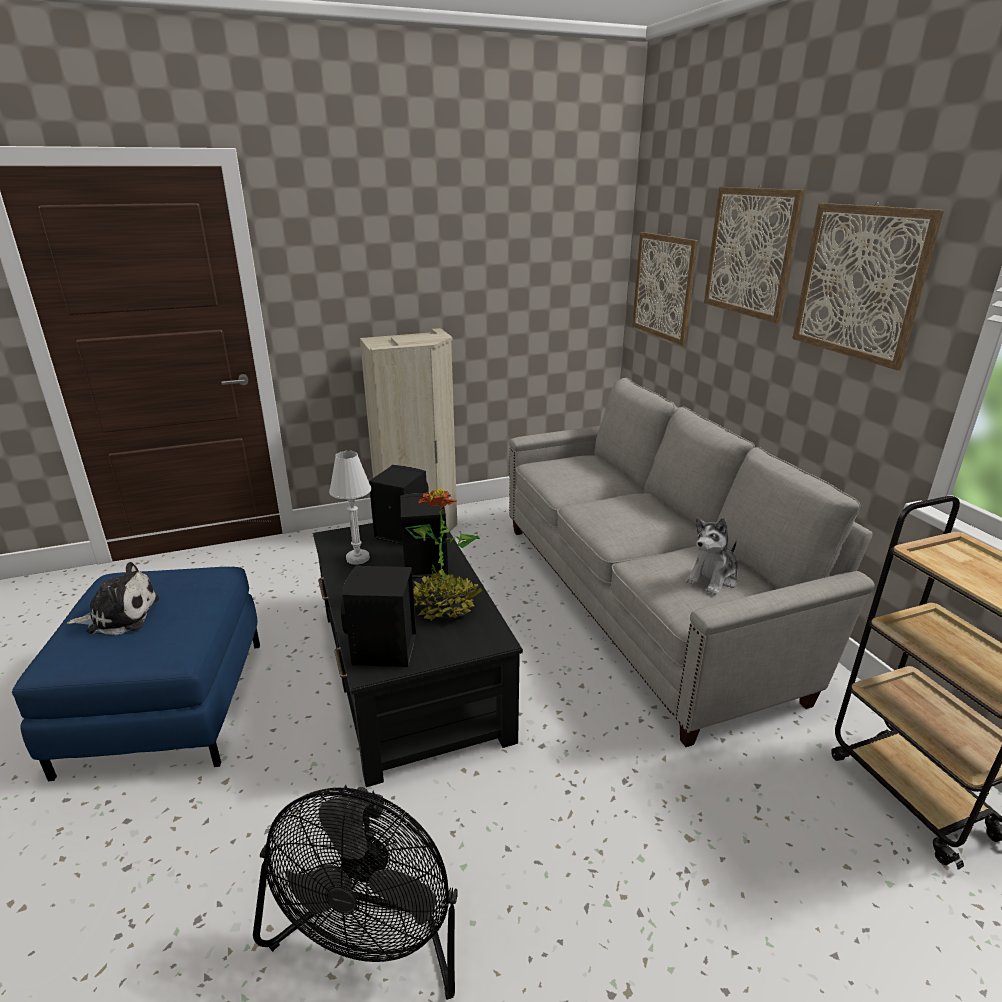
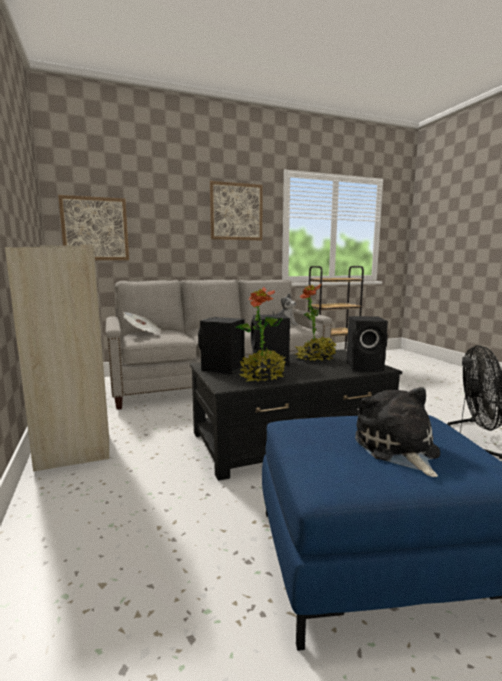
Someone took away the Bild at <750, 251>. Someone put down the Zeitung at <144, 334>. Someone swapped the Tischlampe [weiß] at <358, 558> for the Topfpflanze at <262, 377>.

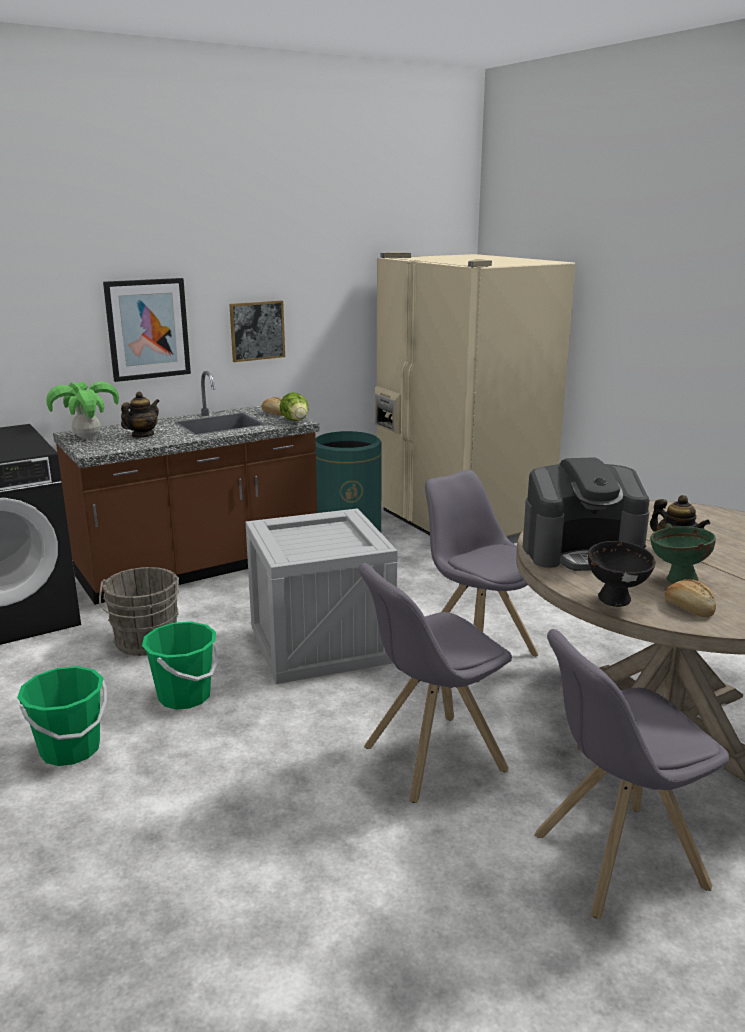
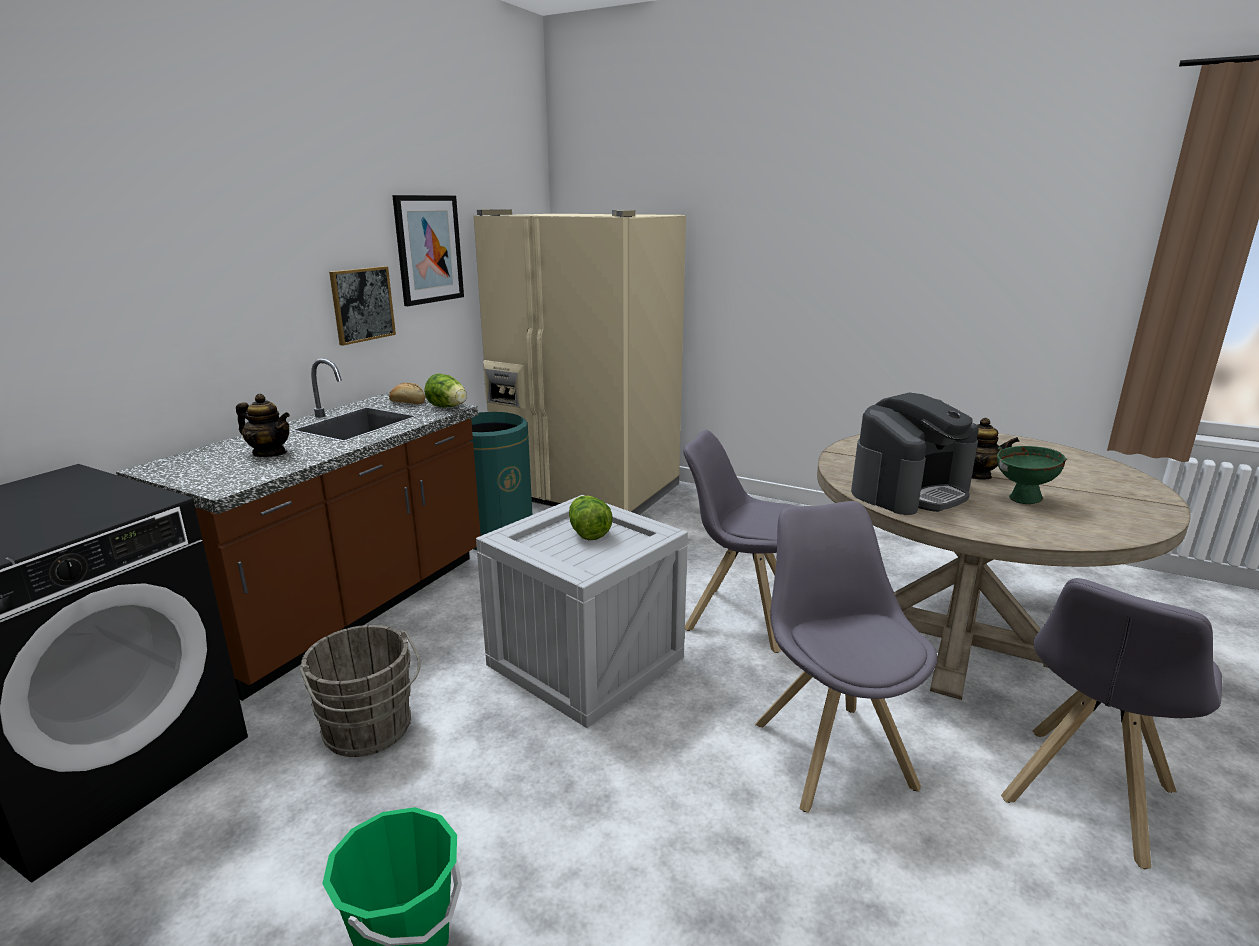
Someone took away the Topfpflanze at <87, 437>. Someone took away the Eimer [grün] at <185, 696>. Someone took away the Schüssel [schwarz] at <616, 601>. Someone took away the Brot at <689, 608>. Someone put down the Salatkopf at <588, 533>. Someone carried the Bild from <147, 329> to <428, 249>. Someone rotated the Teekanne at <142, 435> by 105 degrees clockwise. Someone rotated the Stuhl [grau] at <432, 757> by 135 degrees clockwise.

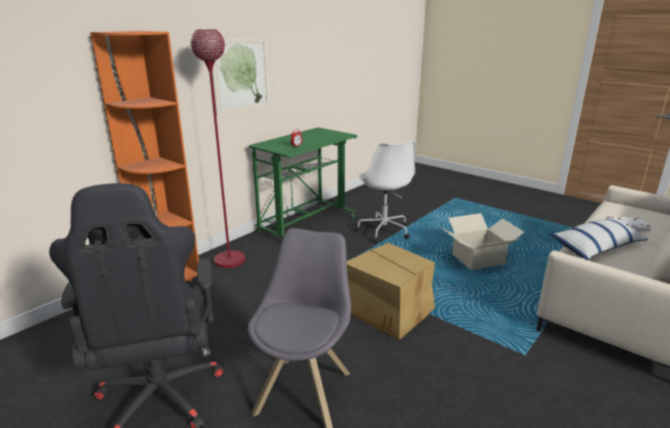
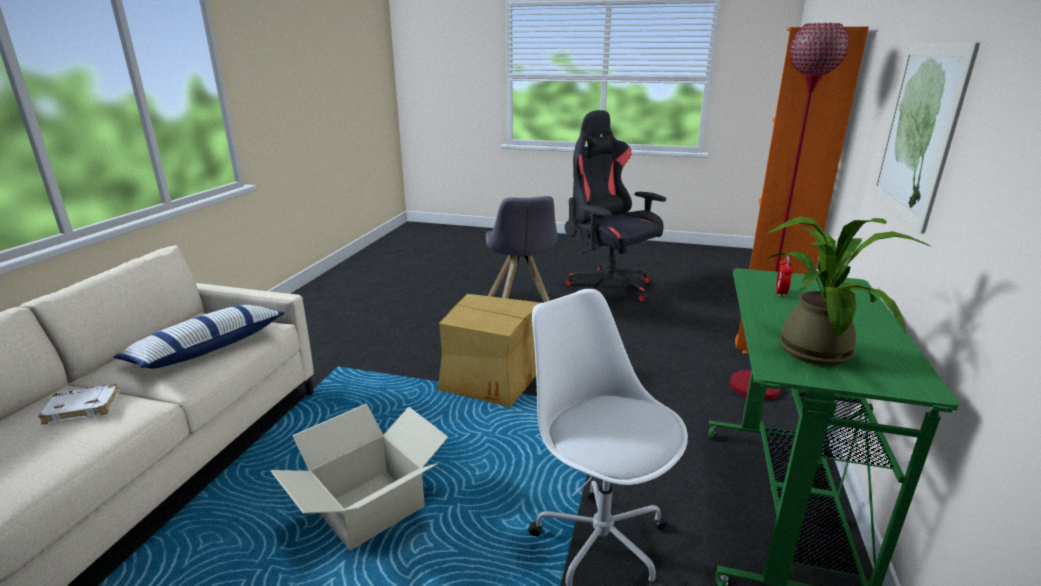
Someone put down the Topfpflanze at <813, 347>.

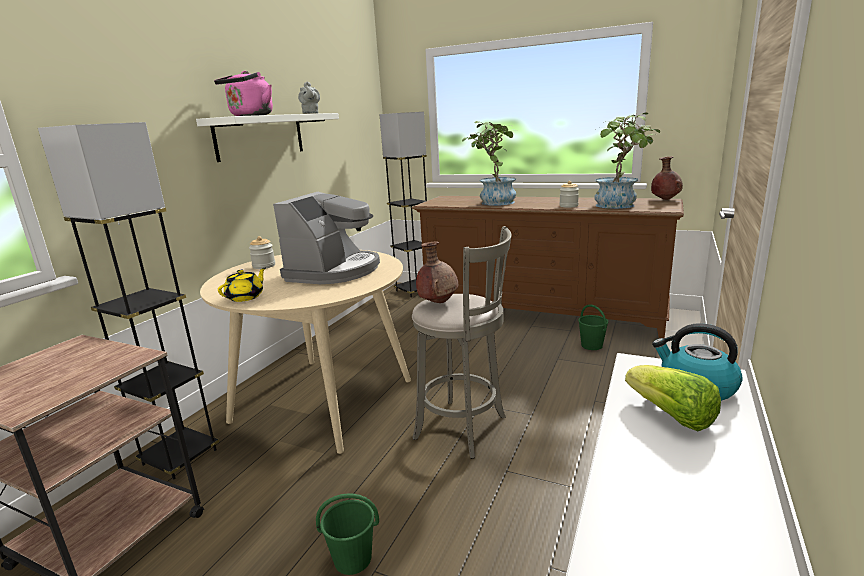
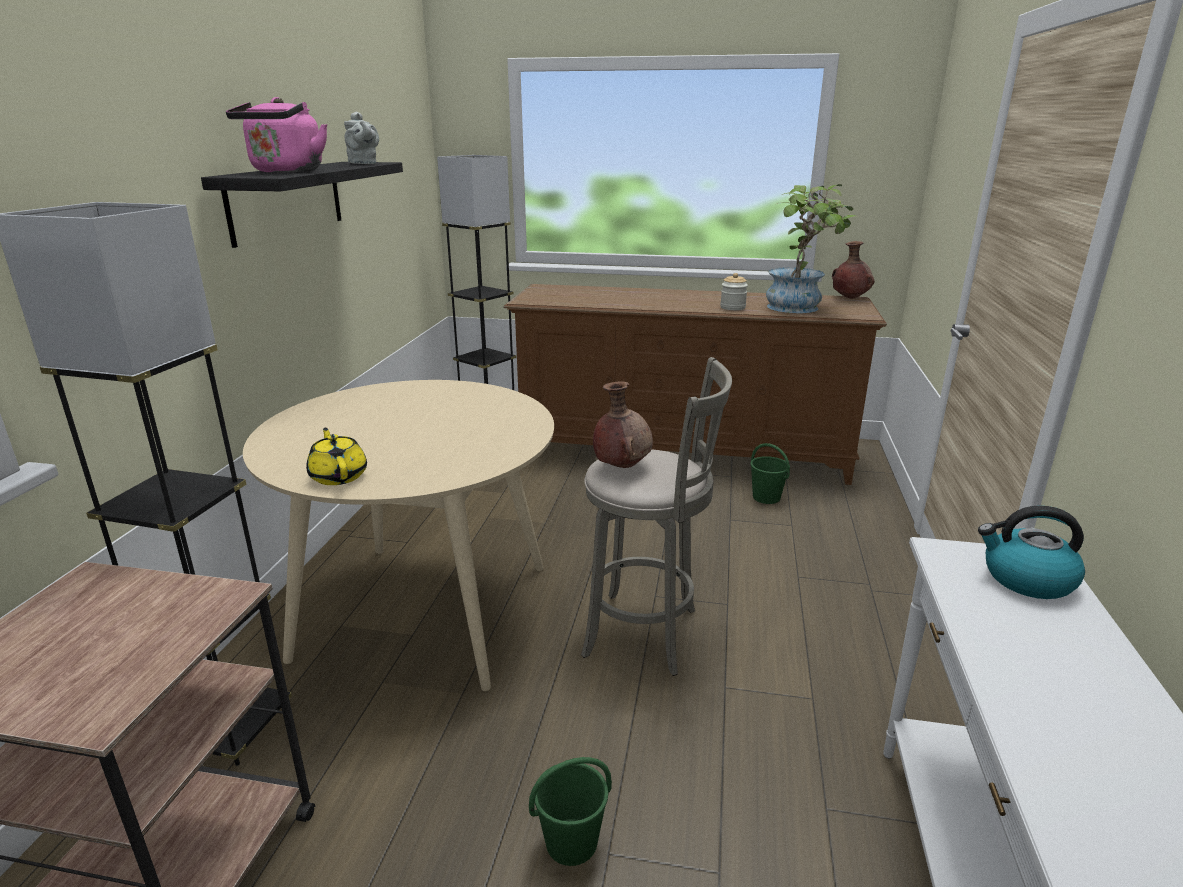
Someone took away the Vorratsglas at <264, 266>. Someone took away the Kaffeemaschine at <334, 271>. Someone took away the Topfpflanze at <493, 202>. Someone took away the Salatkopf at <671, 416>. Someone repainted the Wandregal [weiß] at <260, 136>, which became the Wandregal [schwarz] at <287, 200>. Someone rotated the Teekanne [gelb] at <246, 297> by 45 degrees counterclockwise.

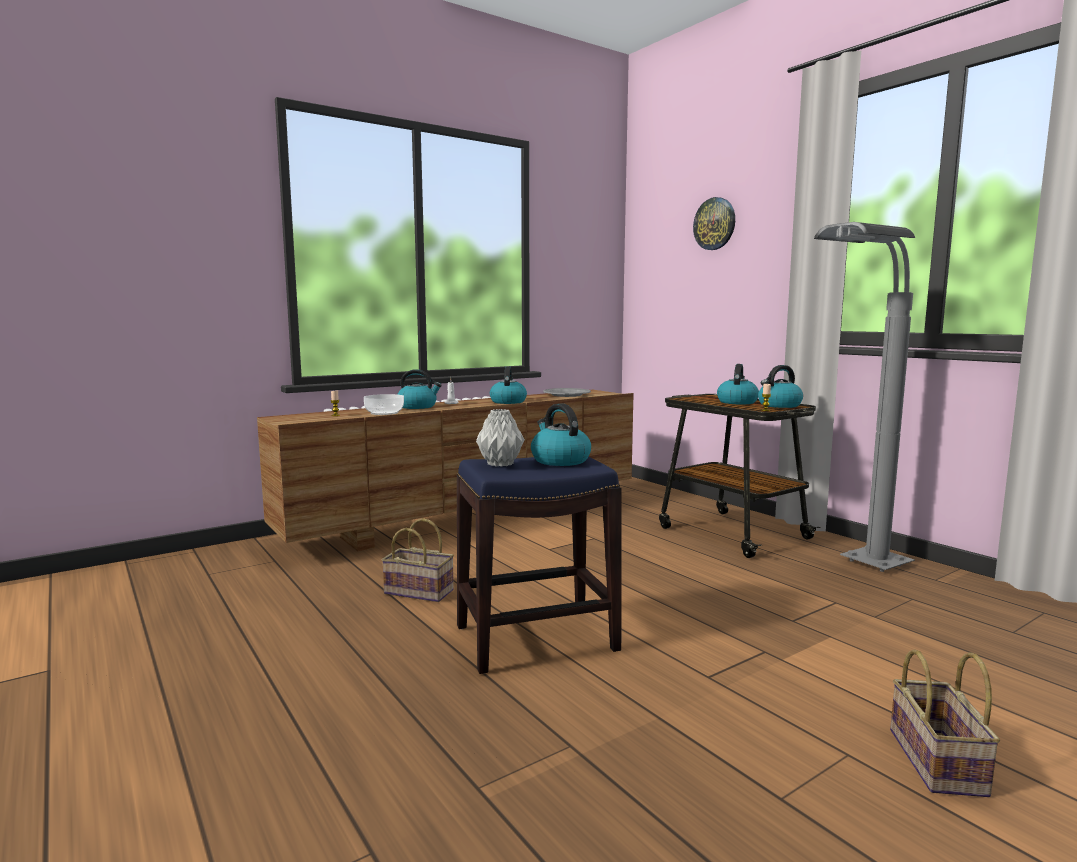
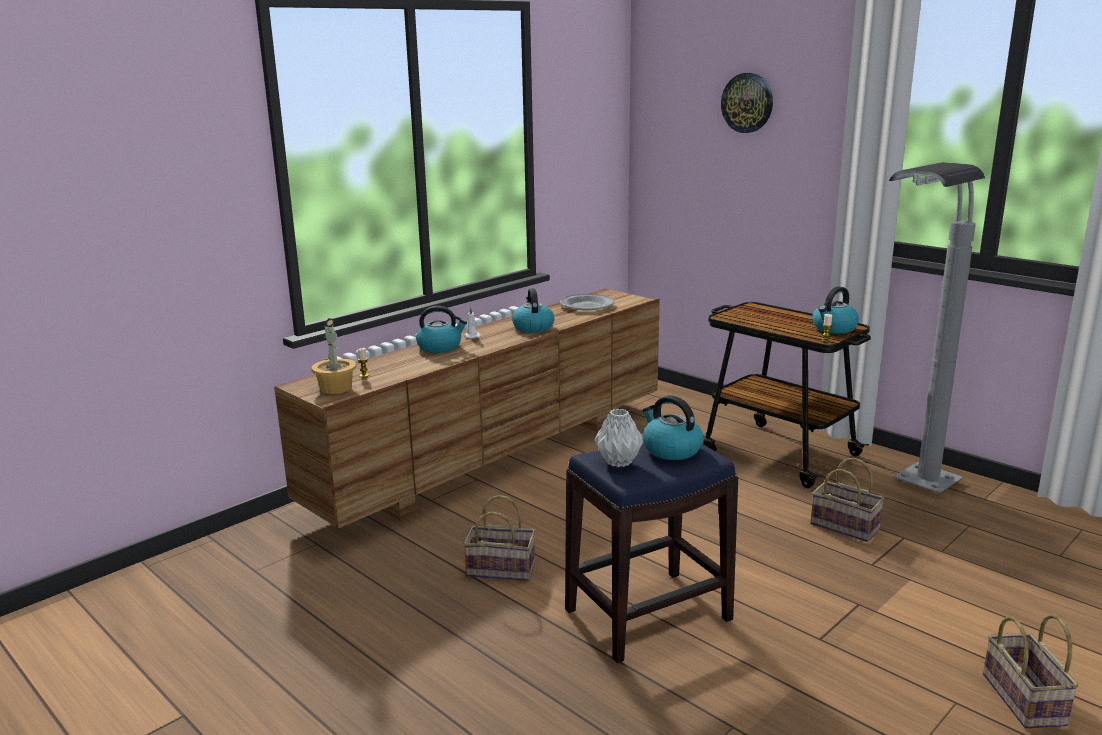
Someone took away the Schüssel at <384, 413>. Someone took away the Wasserkessel at <737, 402>. Someone put down the Topfpflanze at <336, 388>. Someone put down the Korb at <846, 526>.

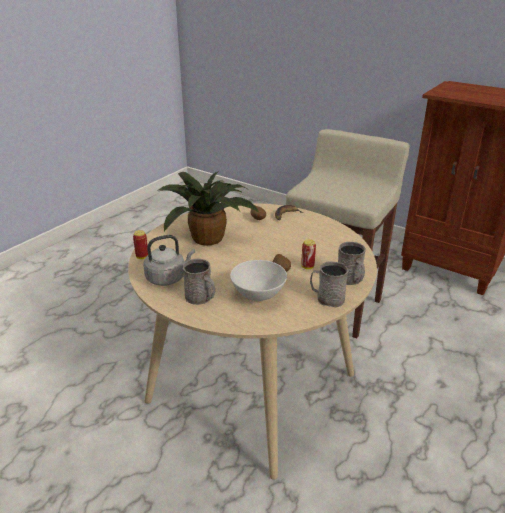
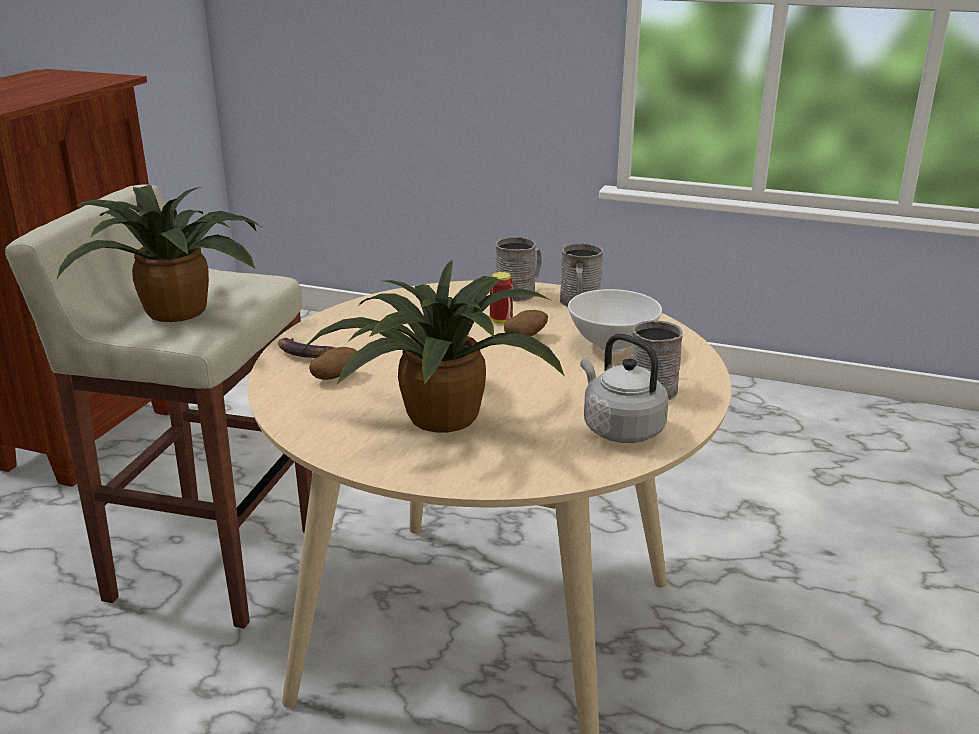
Someone took away the Dose at <142, 257>. Someone put down the Topfpflanze at <179, 309>.

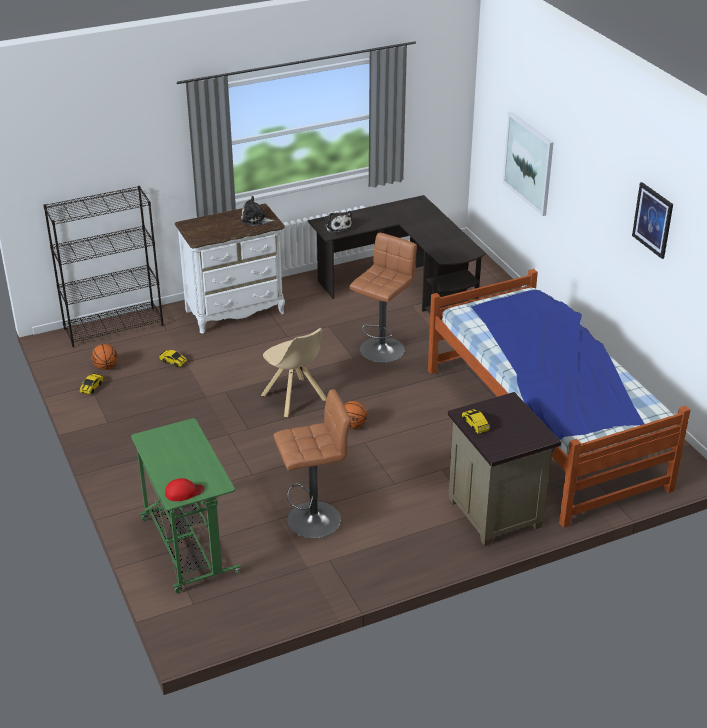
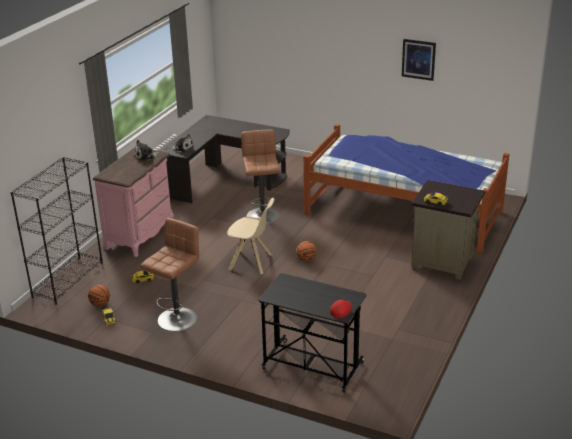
Someone took away the Bild at <528, 163>. Someone carried the Hocker [braun] from <314, 520> to <178, 319>. Someone repainted the Schreibtisch [grün] at <189, 546>, which became the Schreibtisch [schwarz] at <312, 366>. Someone repainted the Kommode [weiß] at <236, 312>, which became the Kommode [rosa] at <141, 236>.

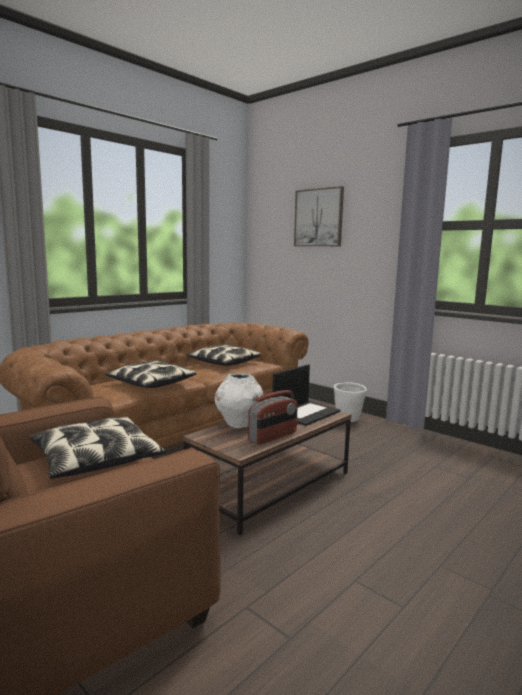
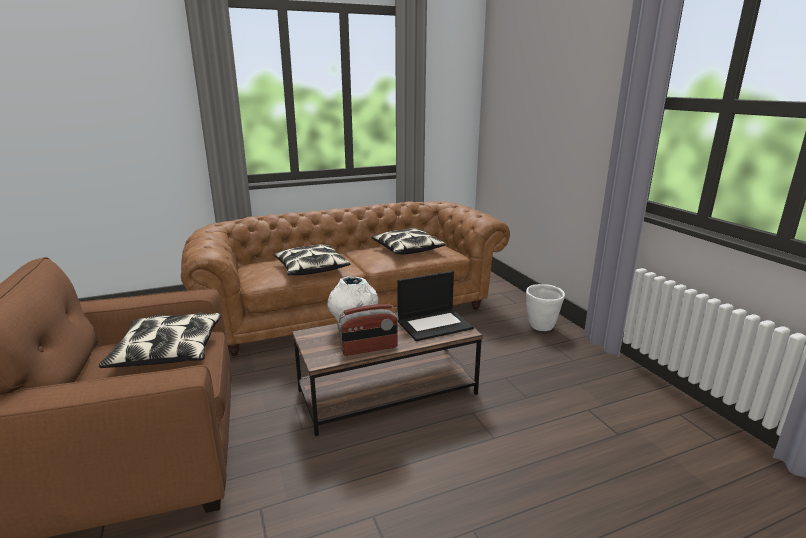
Someone took away the Bild at <318, 217>.

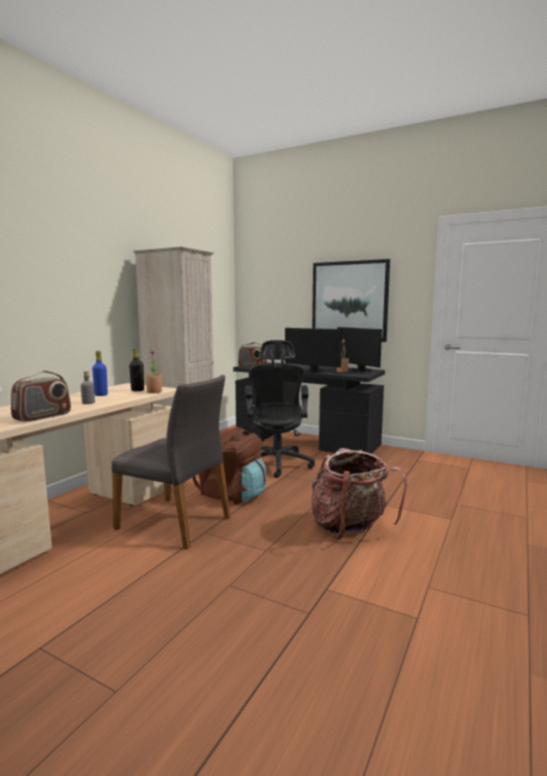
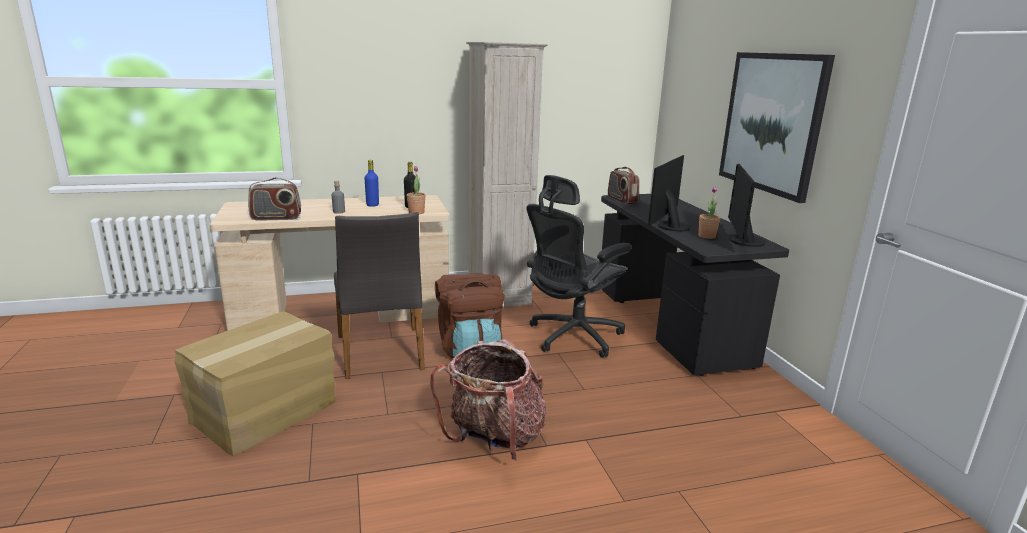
Someone put down the Karton at <265, 412>. Someone rotated the Monitor at <314, 371> by 45 degrees clockwise.

